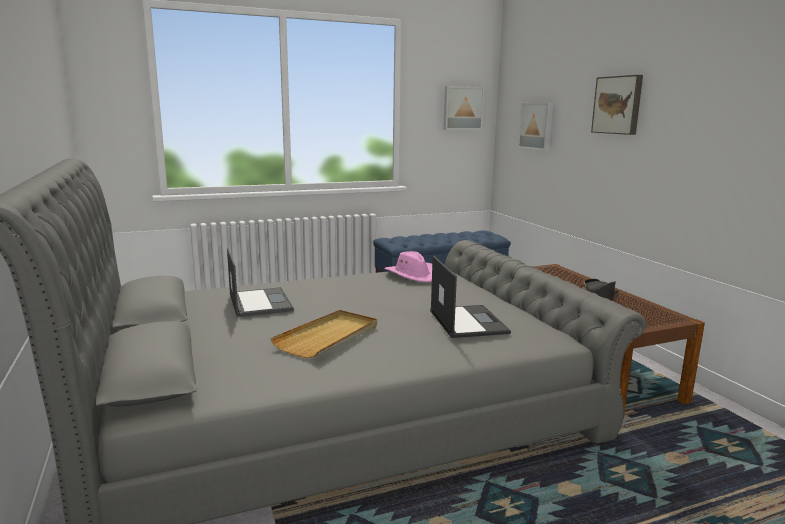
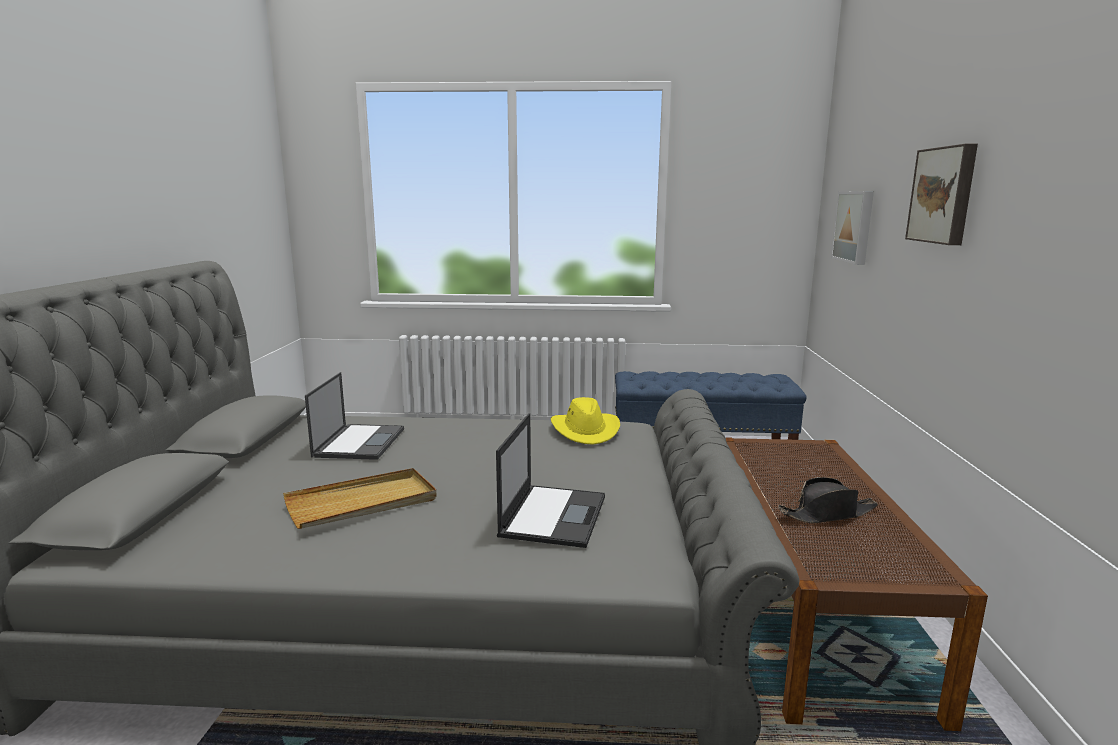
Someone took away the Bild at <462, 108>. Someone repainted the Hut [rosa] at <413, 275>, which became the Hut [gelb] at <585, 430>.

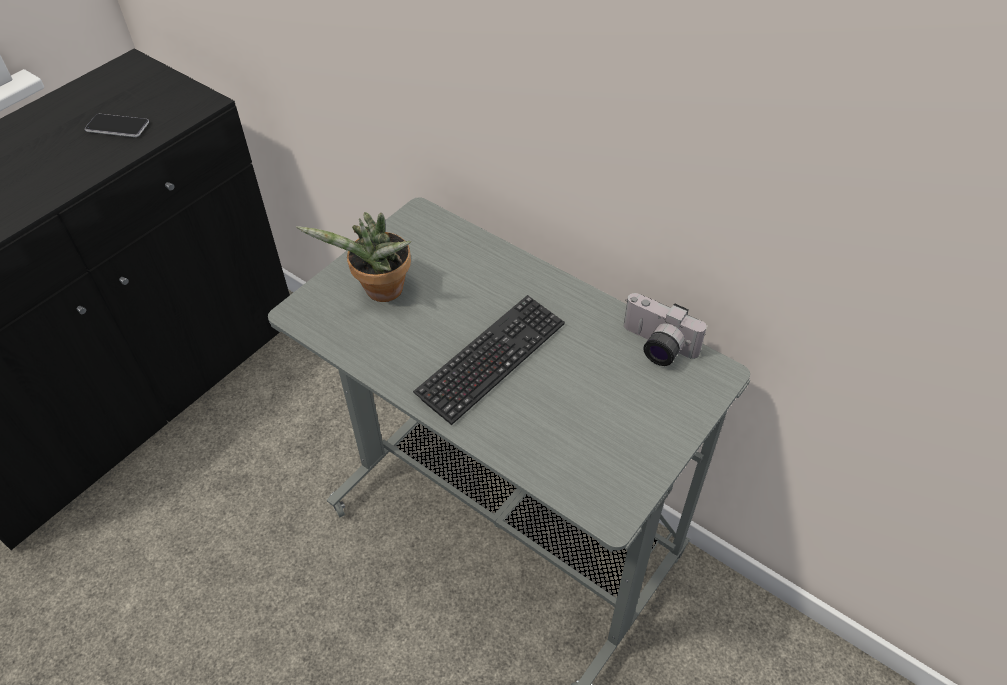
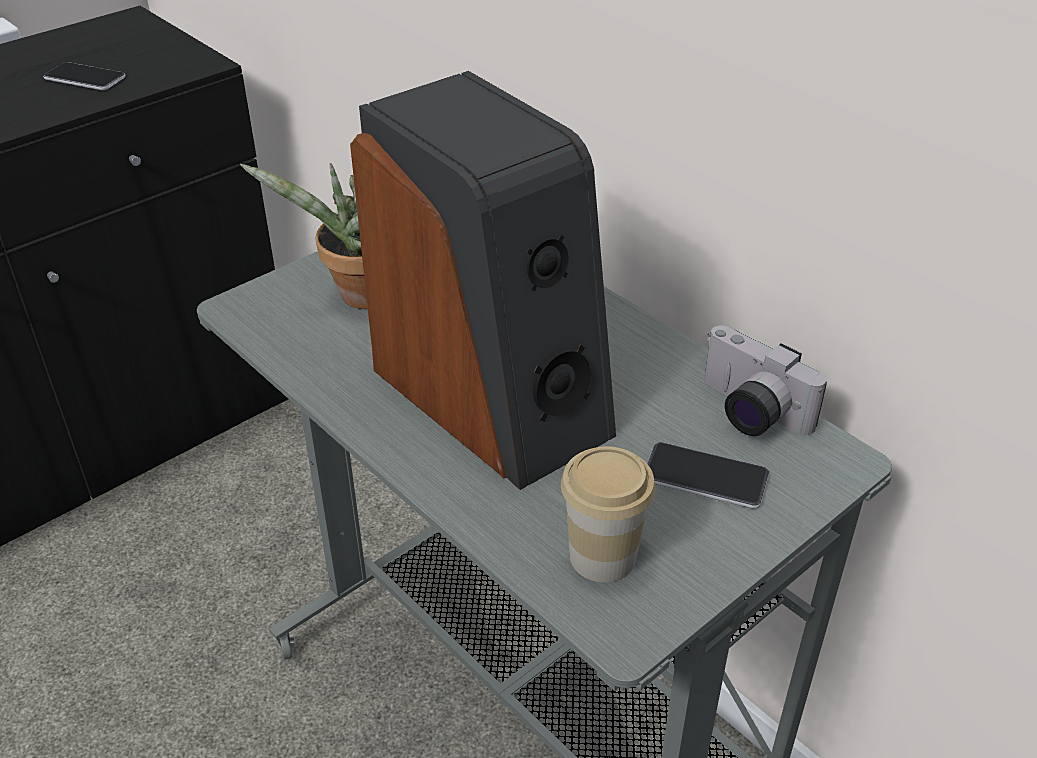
Someone put down the Tasse at <602, 556>. Someone put down the Handy at <705, 477>. Someone swapped the Tastatur at <491, 359> for the Lautsprecher at <494, 397>.

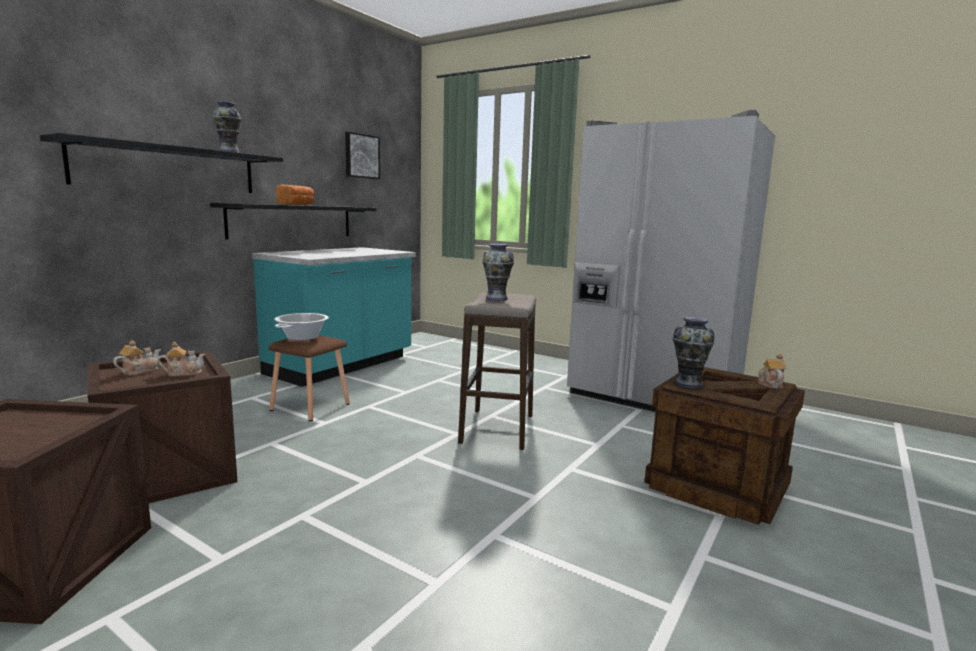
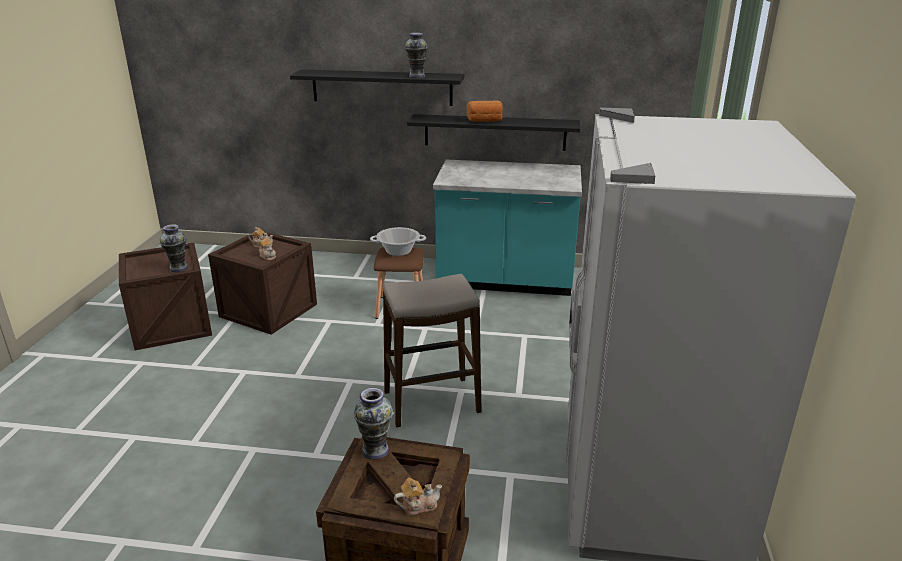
Someone took away the Bild at <361, 156>. Someone carried the Vase from <496, 299> to <179, 268>.

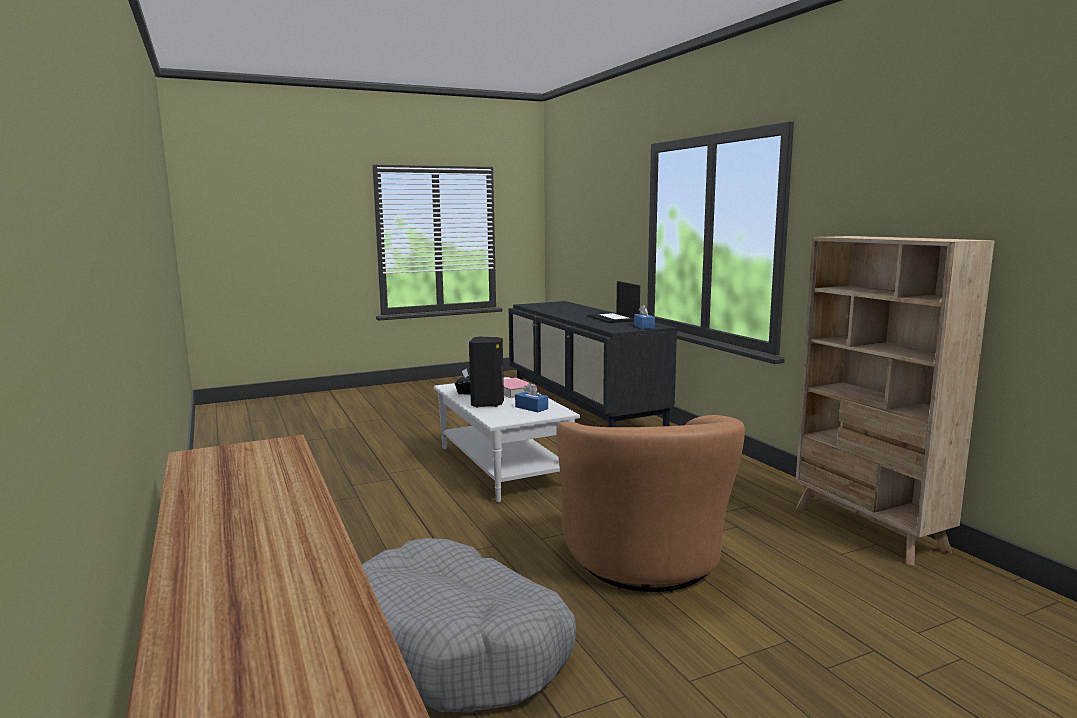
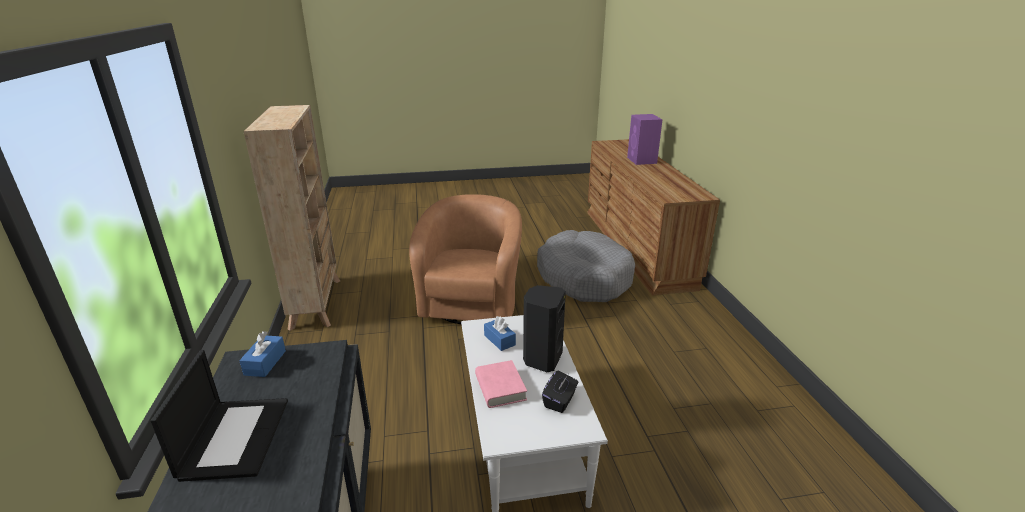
Someone put down the Lautsprecher [lila] at <642, 160>.

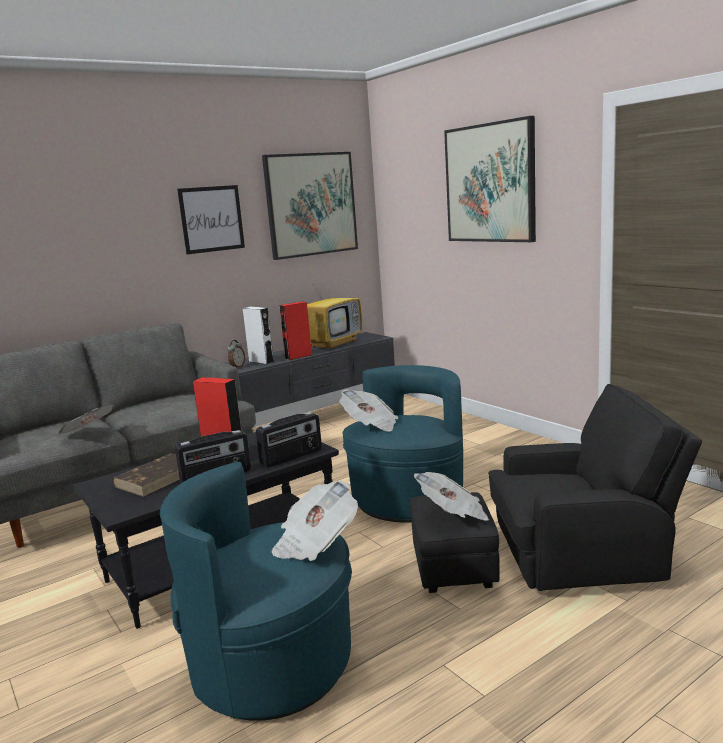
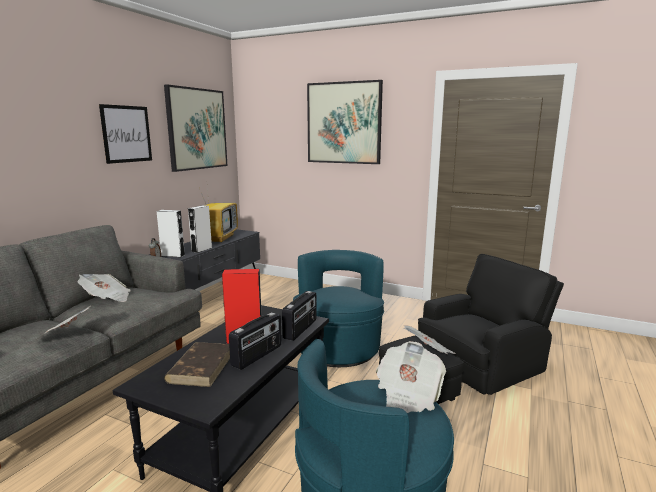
Someone carried the Zeitung from <370, 425> to <107, 298>. Someone repainted the Lautsprecher [rot] at <298, 357>, which became the Lautsprecher [weiß] at <201, 249>.

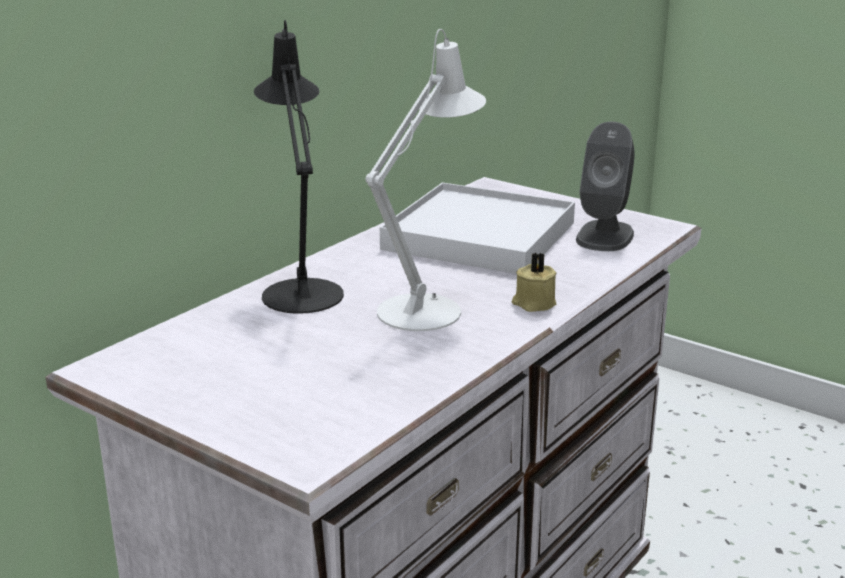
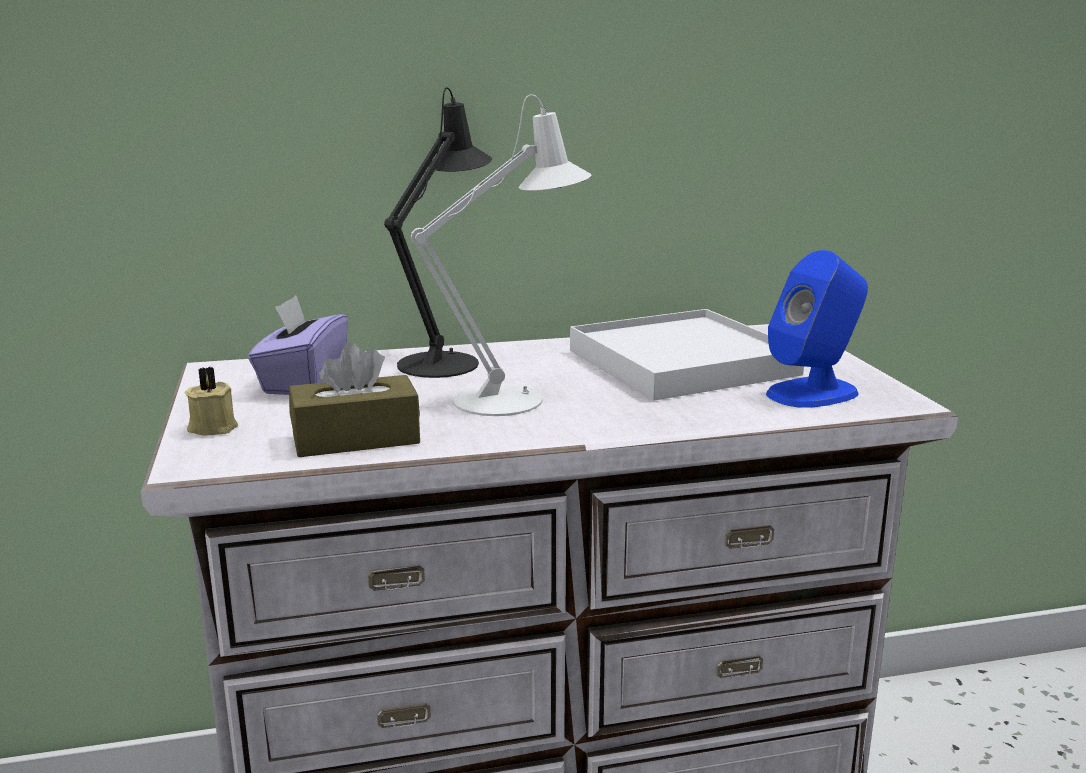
Someone put down the Taschentuchbox [lila] at <303, 382>. Someone put down the Taschentuchbox [braun] at <356, 439>. Someone carried the Kerze [beige] from <533, 304> to <213, 427>. Someone repainted the Lautsprecher [grau] at <605, 236>, which became the Lautsprecher [blau] at <813, 393>.

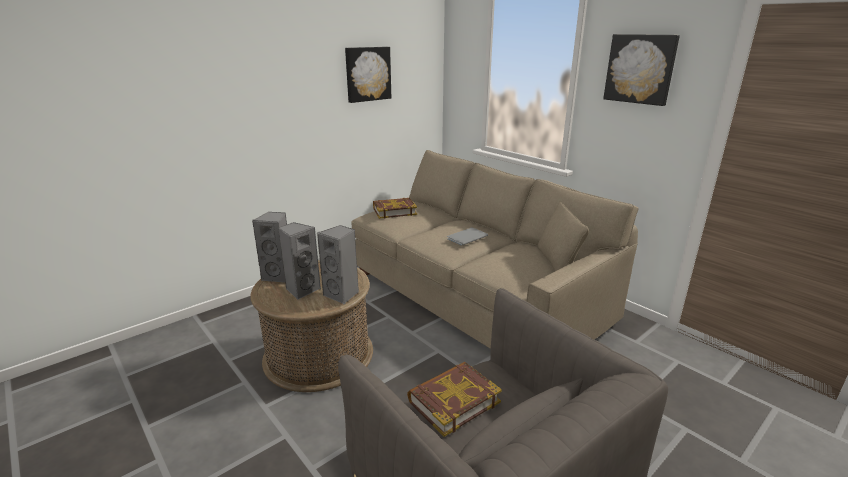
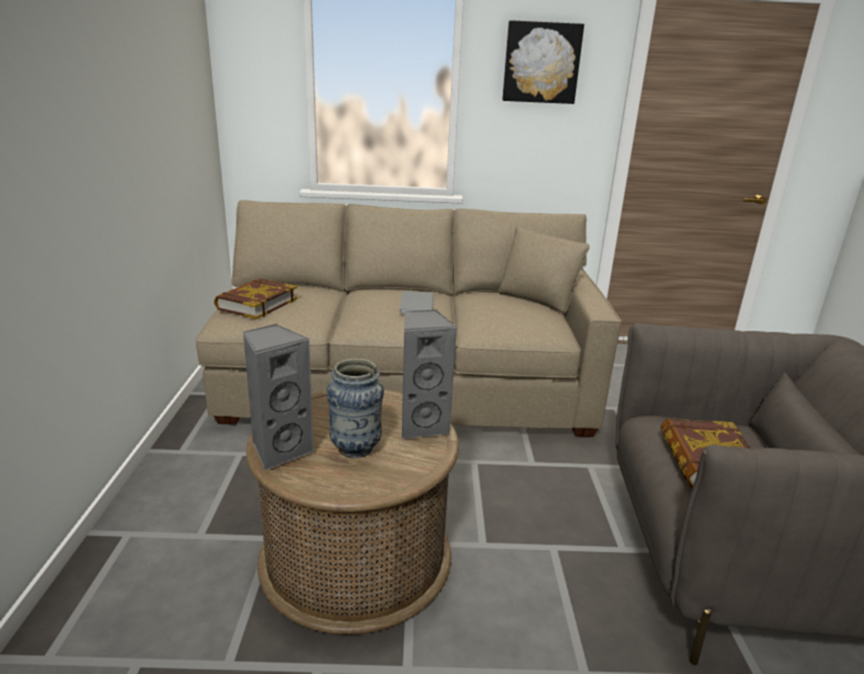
Someone took away the Bild at <367, 74>. Someone swapped the Lautsprecher [grau] at <302, 290> for the Vase at <356, 449>.

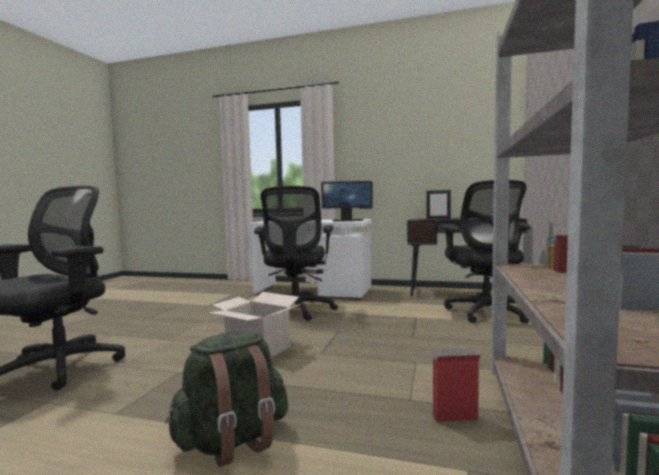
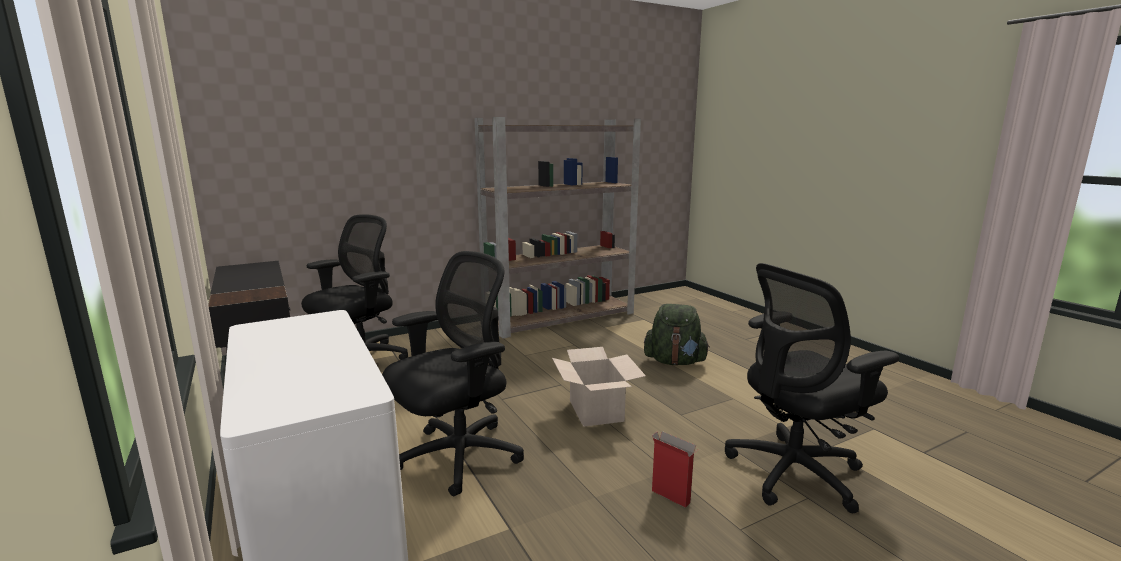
Someone took away the Monitor at <347, 220>. Someone took away the Bilderrahmen at <438, 218>. Someone carried the Karton from <454, 418> to <671, 497>.

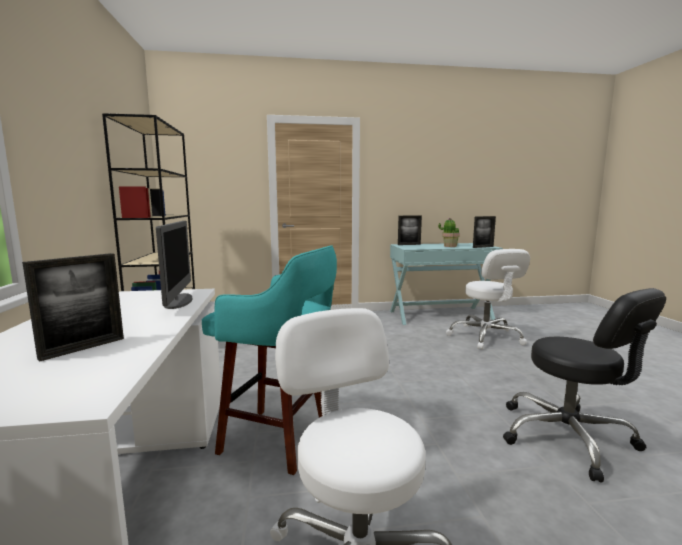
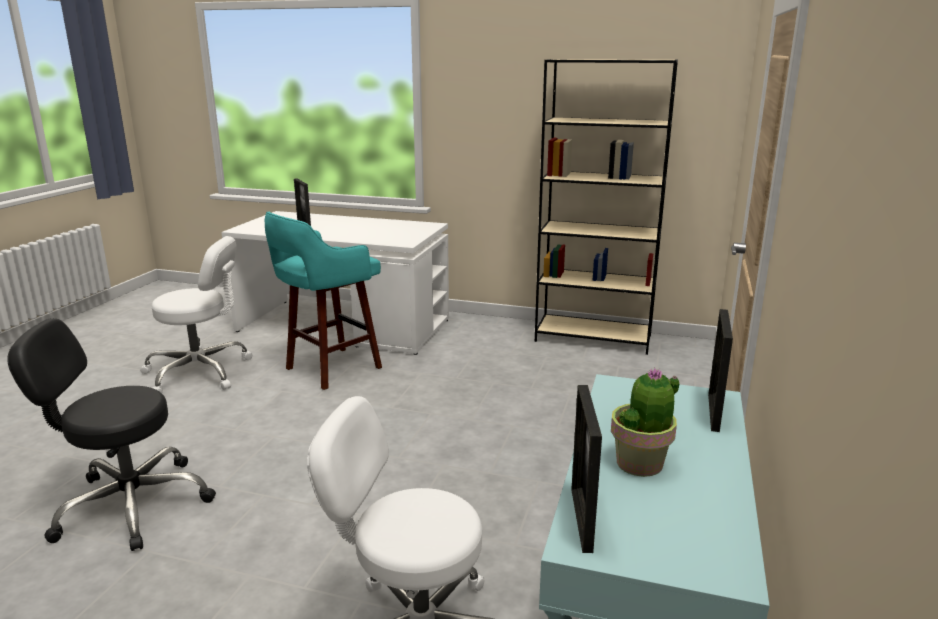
Someone took away the Monitor at <178, 301>.

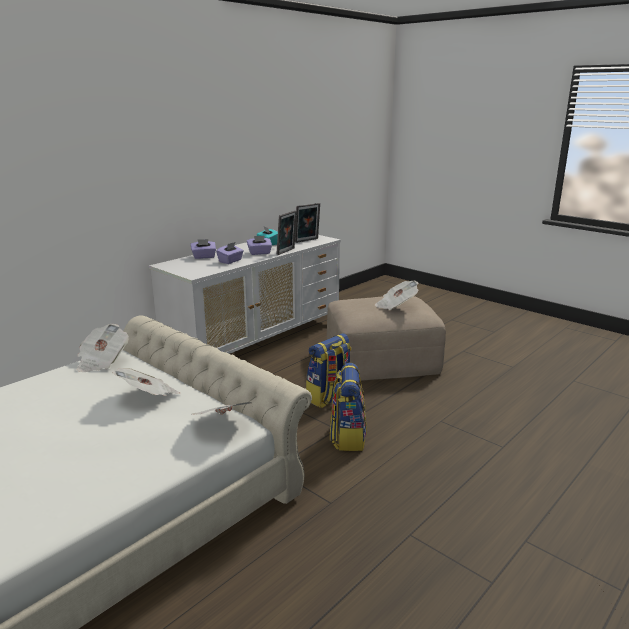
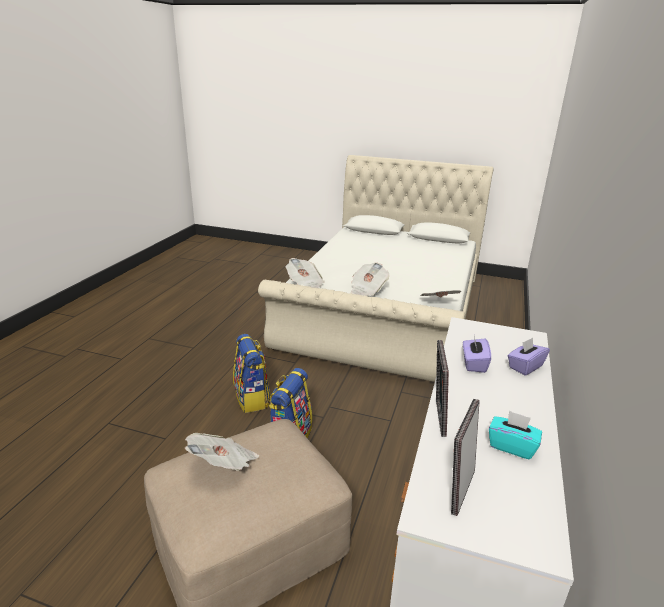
Someone took away the Taschentuchbox [lila] at <259, 253>.

